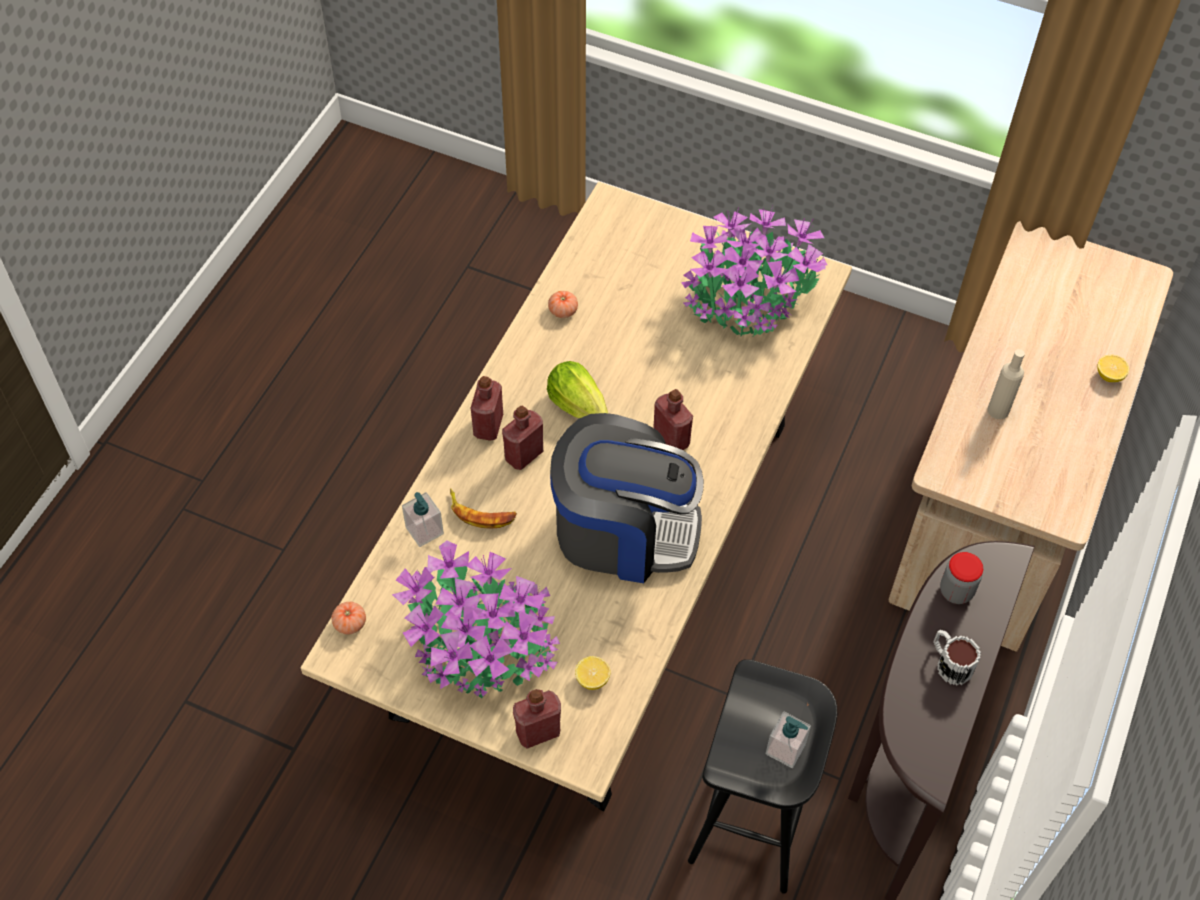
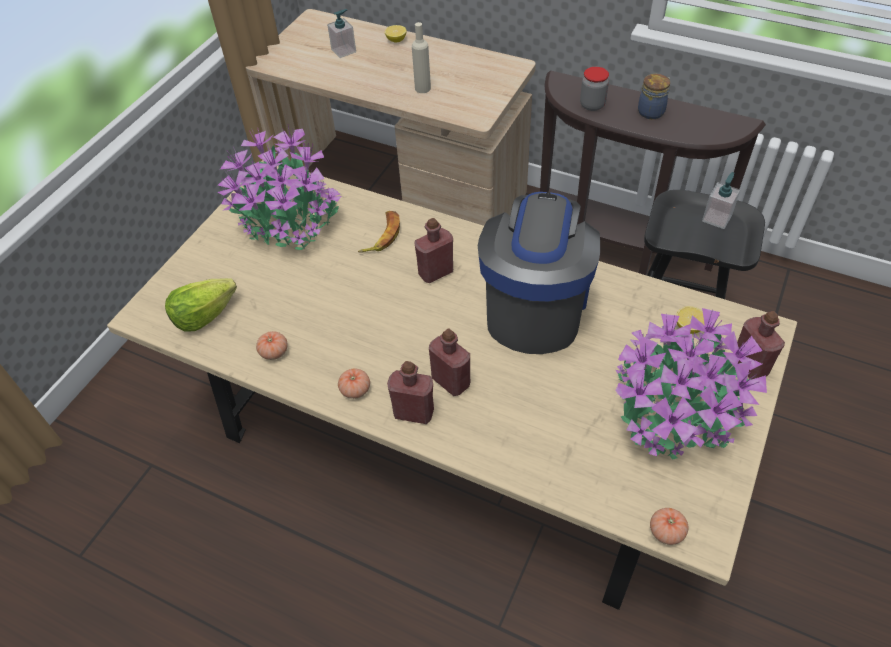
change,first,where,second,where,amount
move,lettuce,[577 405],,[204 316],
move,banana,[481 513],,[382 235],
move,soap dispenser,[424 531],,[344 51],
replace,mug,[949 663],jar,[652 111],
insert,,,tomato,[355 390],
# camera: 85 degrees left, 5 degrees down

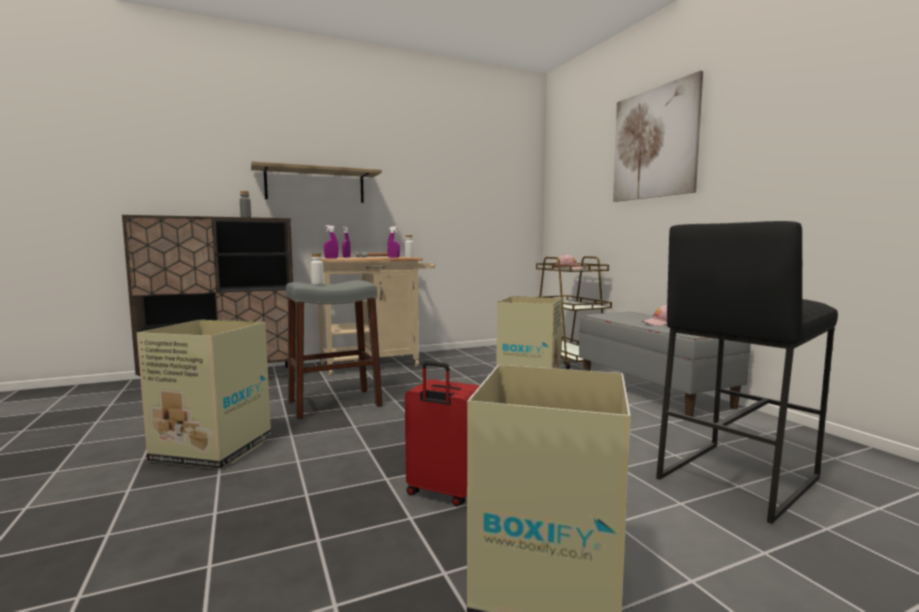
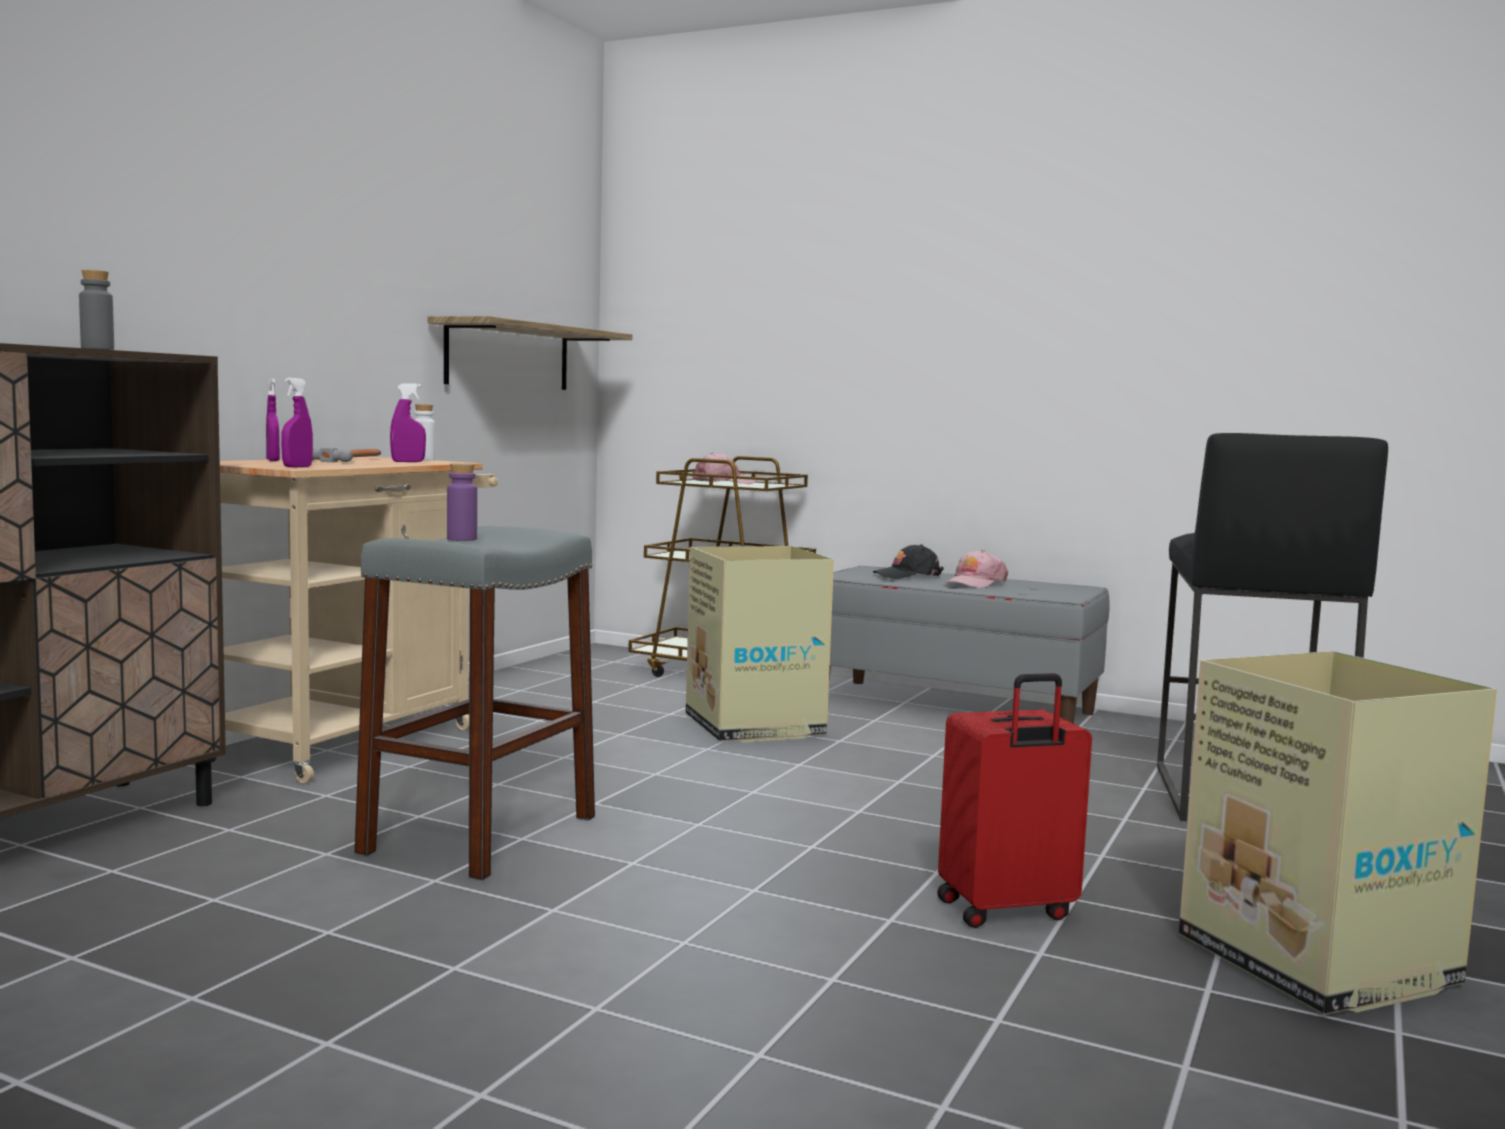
change,first,where,second,where,amount
delete,picture,[654 143],,,
move,shelf,[315 185],,[508 356],
recolor,bottle/white,[317 283],bottle/purple,[462 539],
delete,cardboard box,[214 449],,,
insert,,,cap/black,[908 575],
# camera: 40 degrees left, 0 degrees up

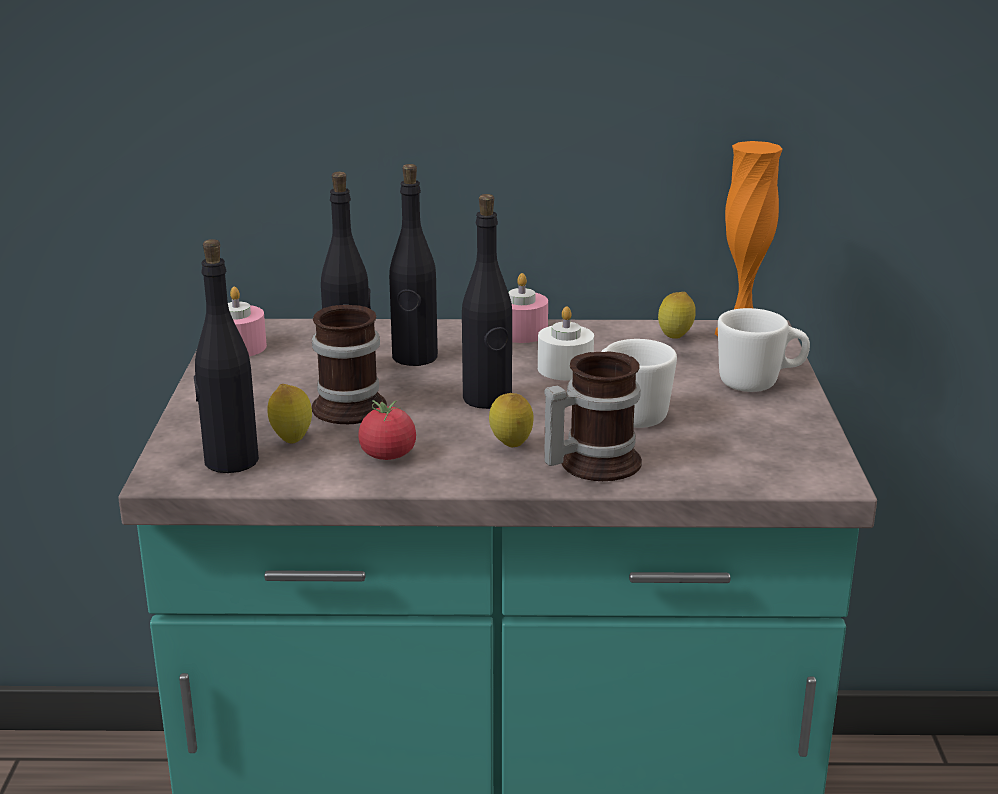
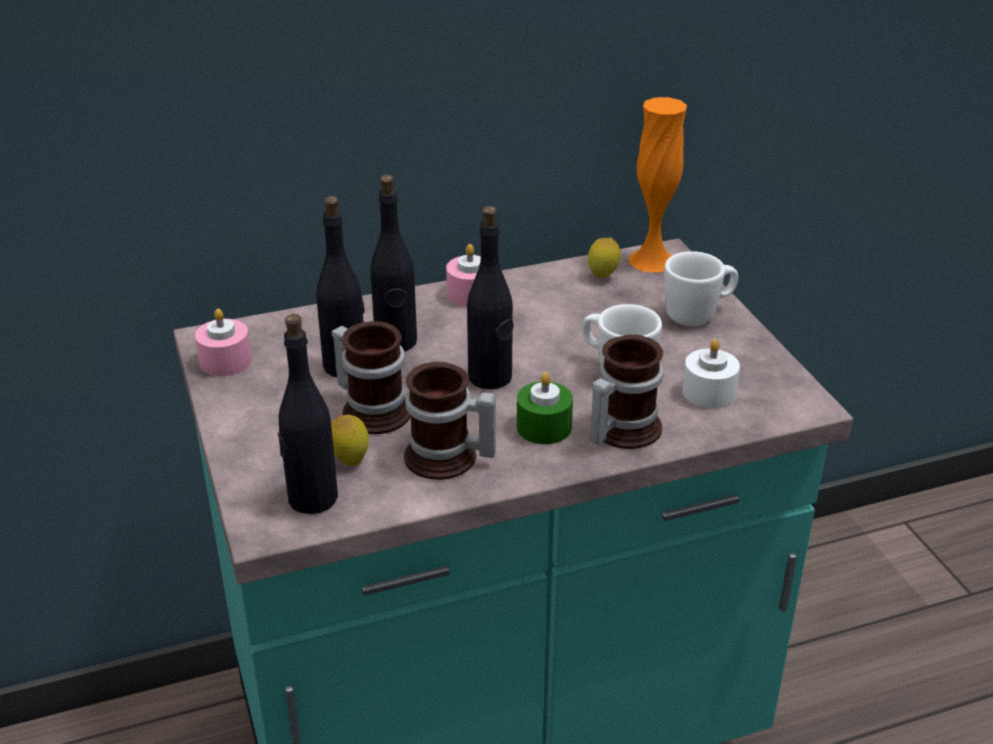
change,first,where,second,where,amount
move,candle/white,[565 369],,[709 392],
replace,lemon,[511 447],candle/green,[544 427],
replace,tomato,[388 455],mug,[447 460],
# camera: 20 degrees left, 10 degrees up

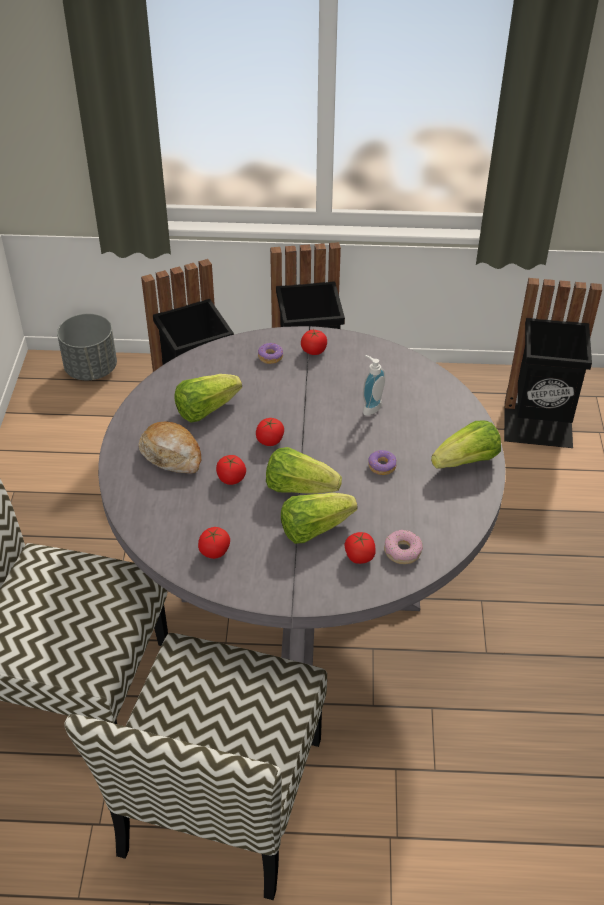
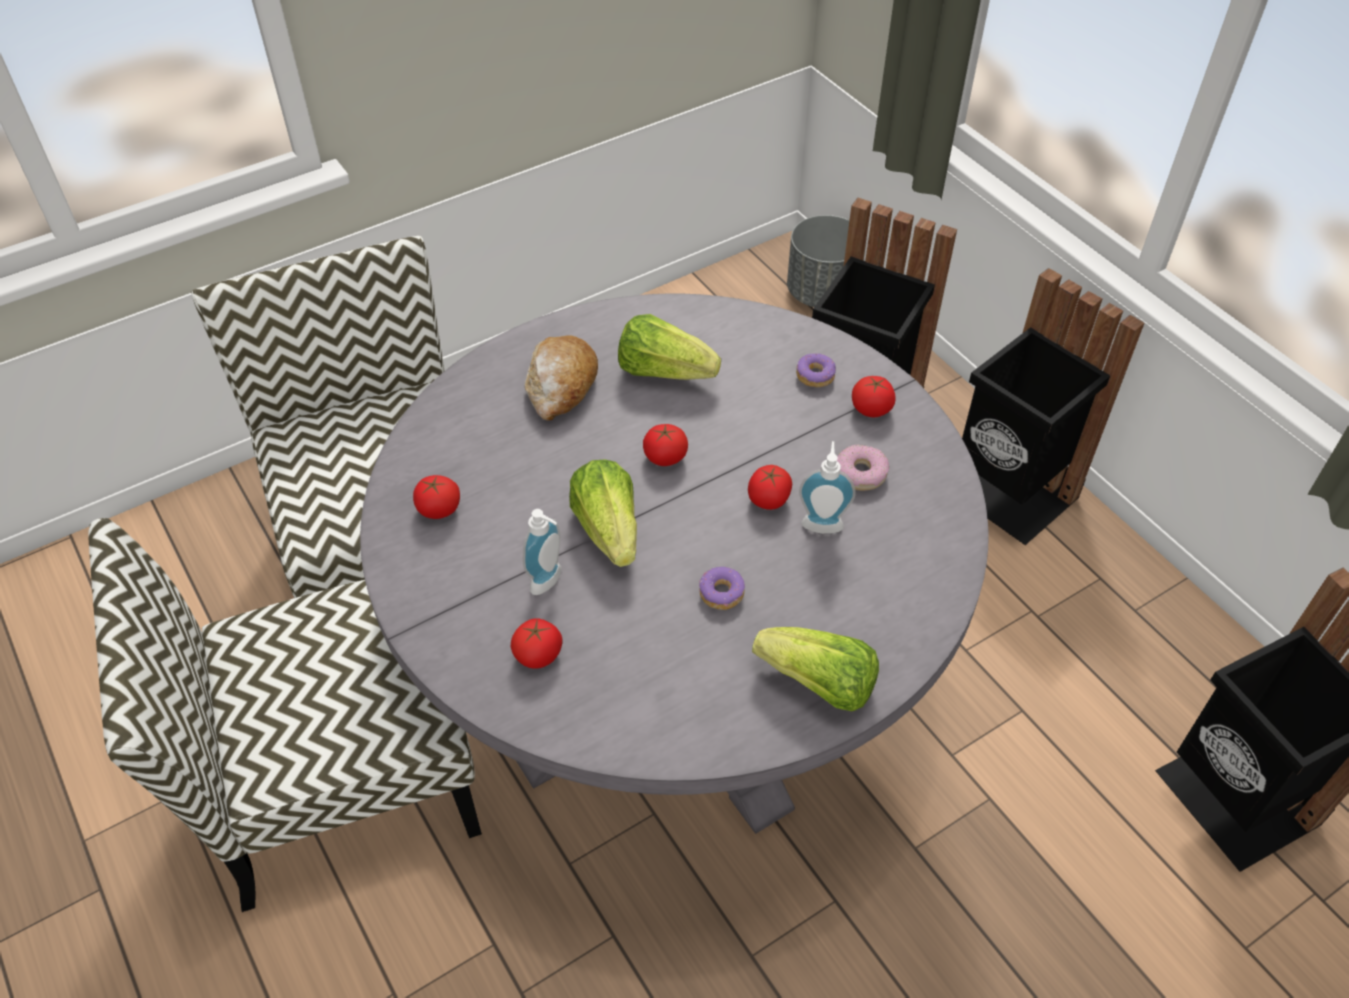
change,first,where,second,where,amount
move,tomato,[231 478],,[768 499],
replace,lettuce,[314 528],soap dispenser,[550 582],
move,donut,[402 551],,[860 473],
# camera: 55 degrees right, 5 degrees up

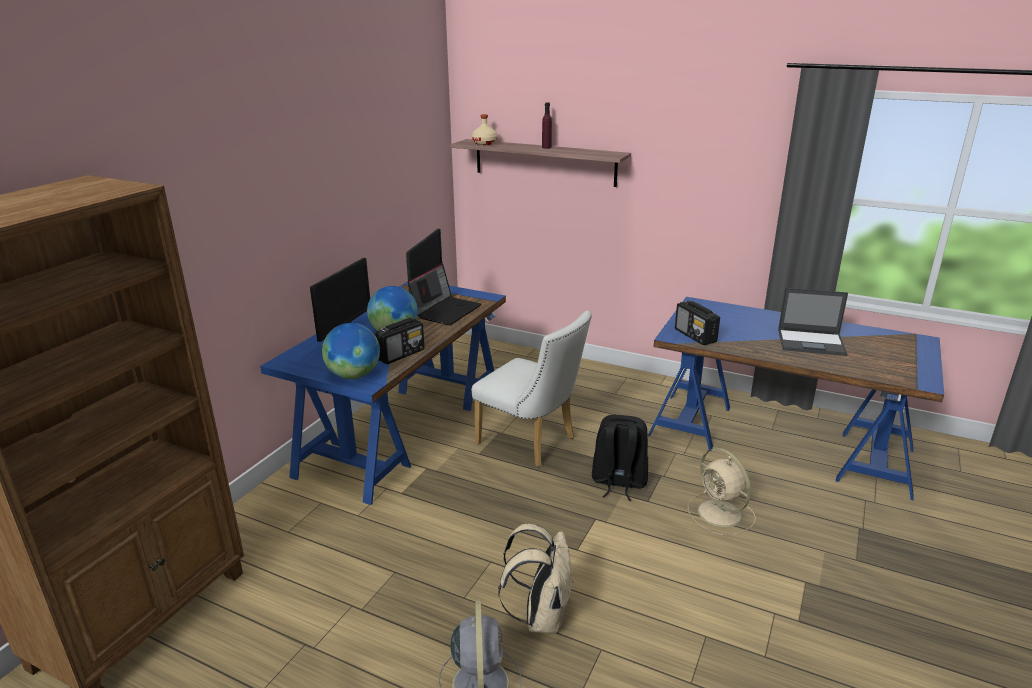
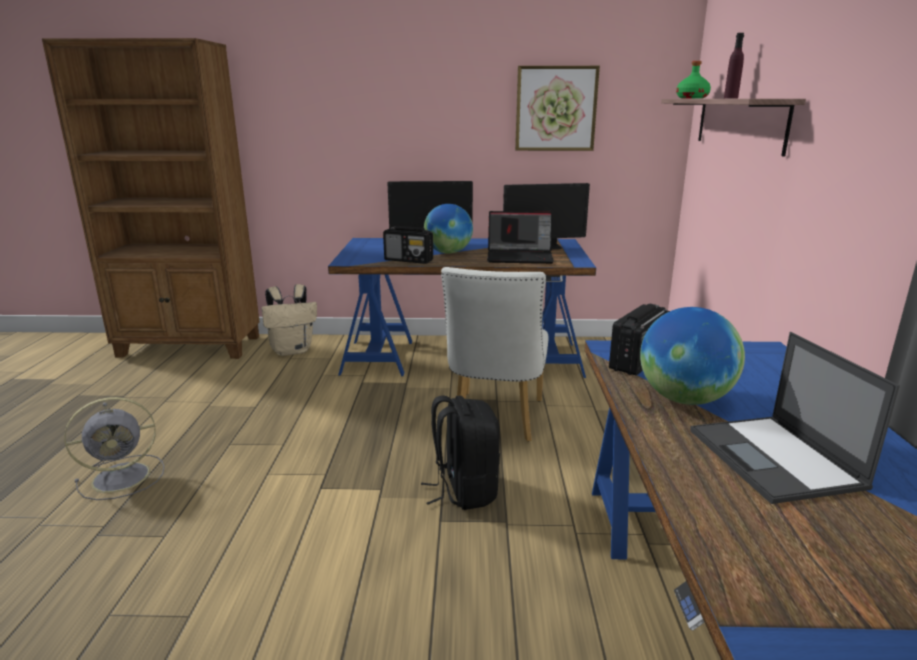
change,first,where,second,where,amount
recolor,bottle/beige,[485 143],bottle/green,[692 98],
move,globe,[353 375],,[683 399],
delete,fan/beige,[721 514],,,
move,backpack/beige,[541 616],,[293 350],
insert,,,picture,[556 109],
# camera: 65 degrees right, 5 degrees down

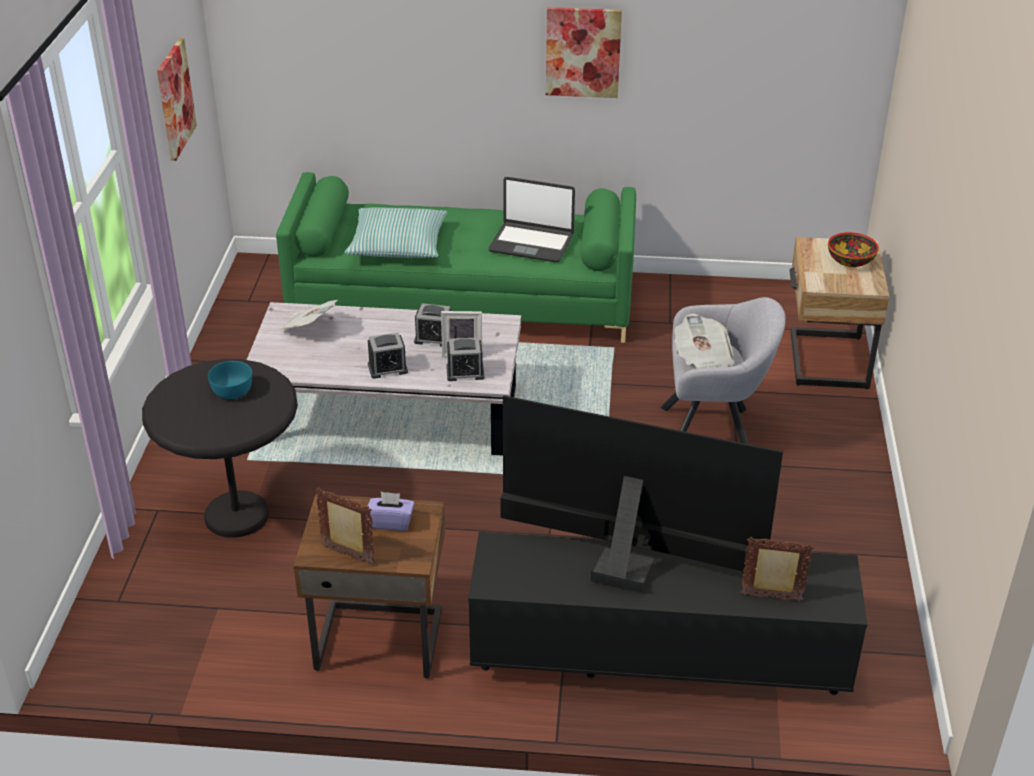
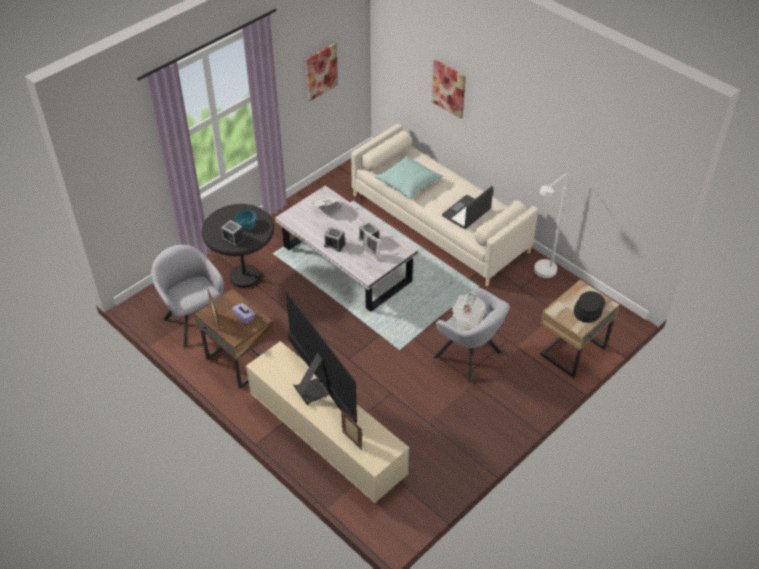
change,first,where,second,where,amount
move,picture,[583 52],,[449 88],
recolor,sofa/green,[463 300],sofa/beige,[440 223],
rotate,laptop,[531 243],,[466 213],75 degrees clockwise
replace,bowl,[850 261],hat/black,[589 307],
move,alarm clock,[465 372],,[233 239],
recolor,tv stand/black,[656 661],tv stand/beige,[327 439],
insert,,,floor lamp/white,[542 273],
insert,,,armchair/grey,[194 320],
# camera: 40 degrees right, 10 degrees up

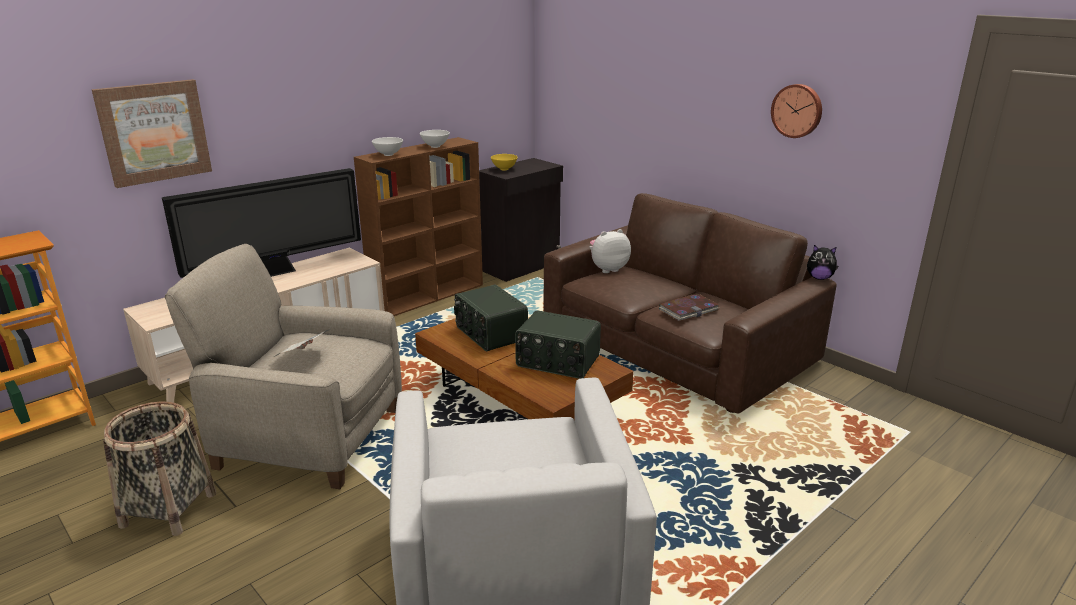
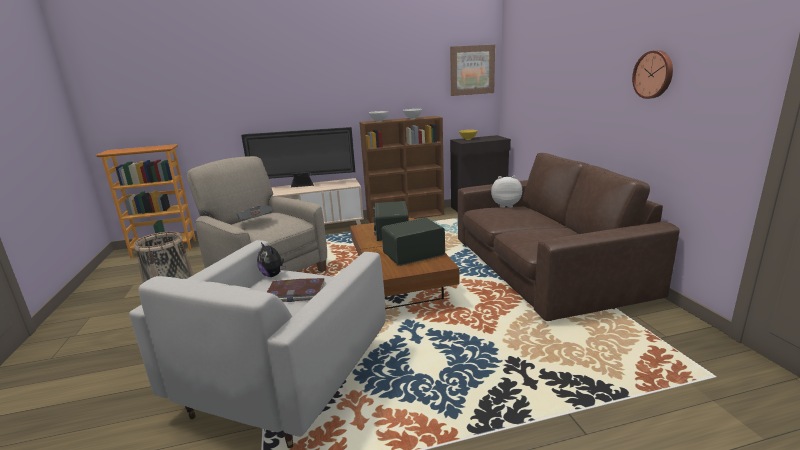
change,first,where,second,where,amount
move,picture,[154 132],,[472 70],
move,plush toy,[819 278],,[273 275],
move,book,[688 310],,[296 293],
rotate,radio,[557 362],,[413 254],105 degrees clockwise
# camera: 30 degrees right, 5 degrees down

